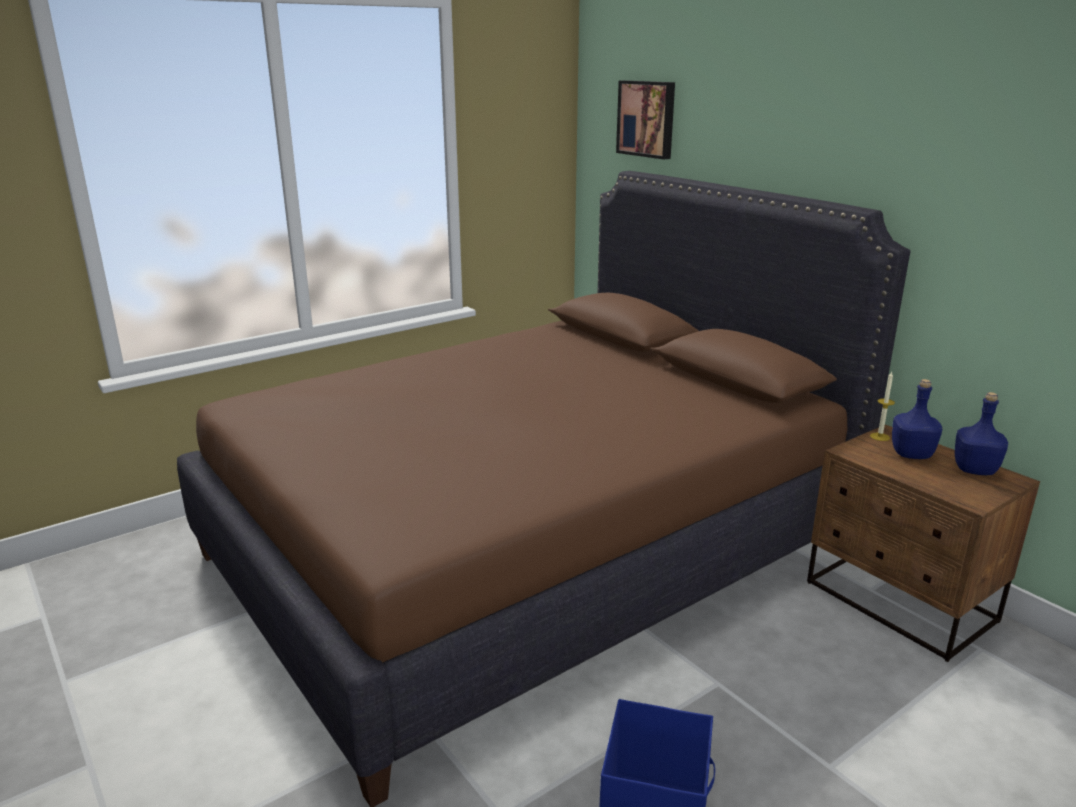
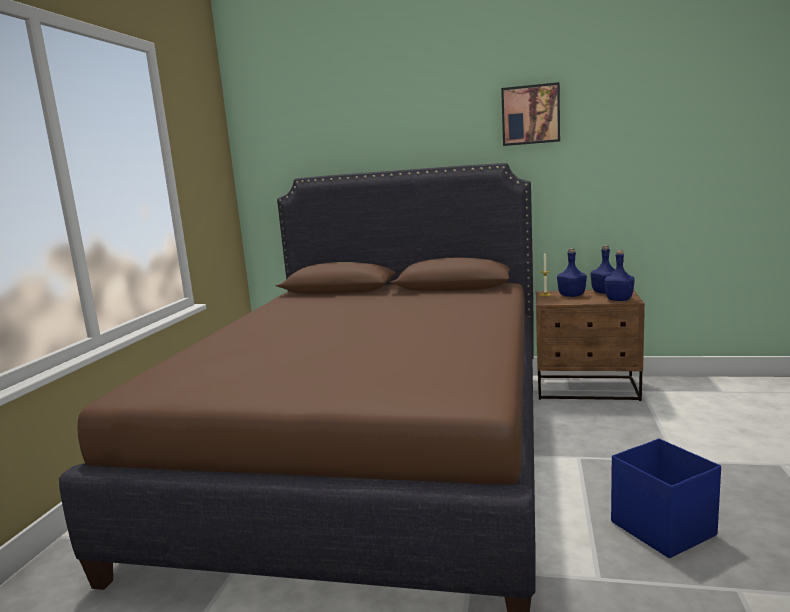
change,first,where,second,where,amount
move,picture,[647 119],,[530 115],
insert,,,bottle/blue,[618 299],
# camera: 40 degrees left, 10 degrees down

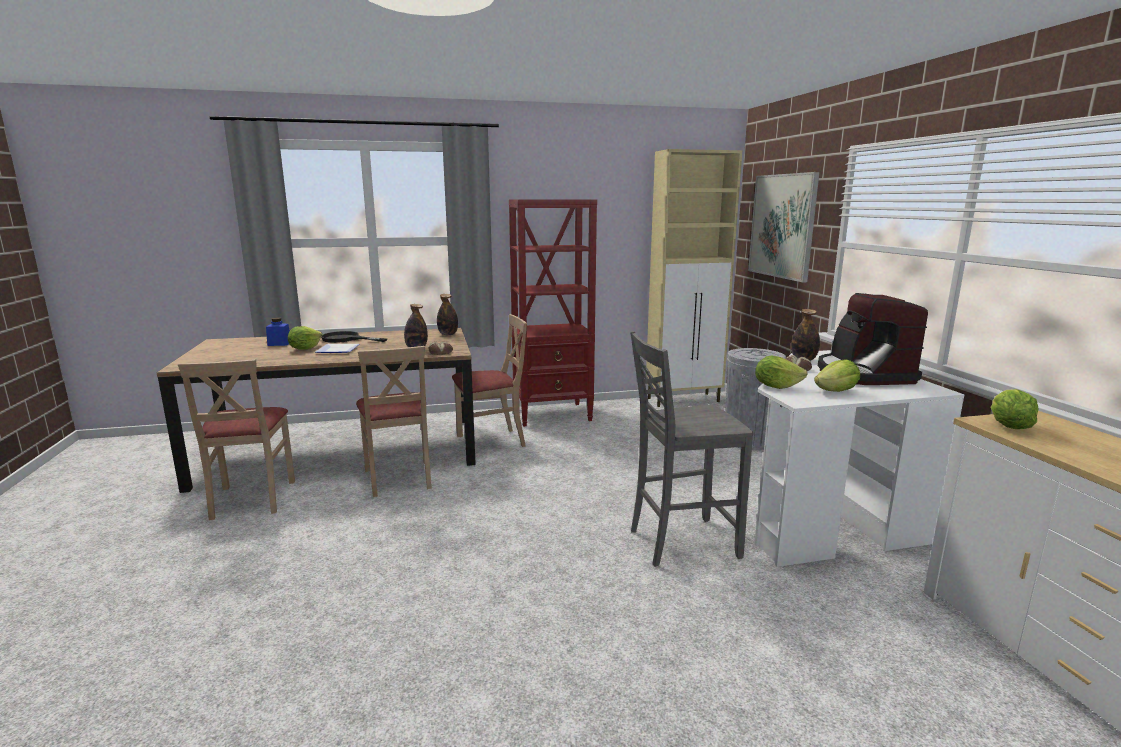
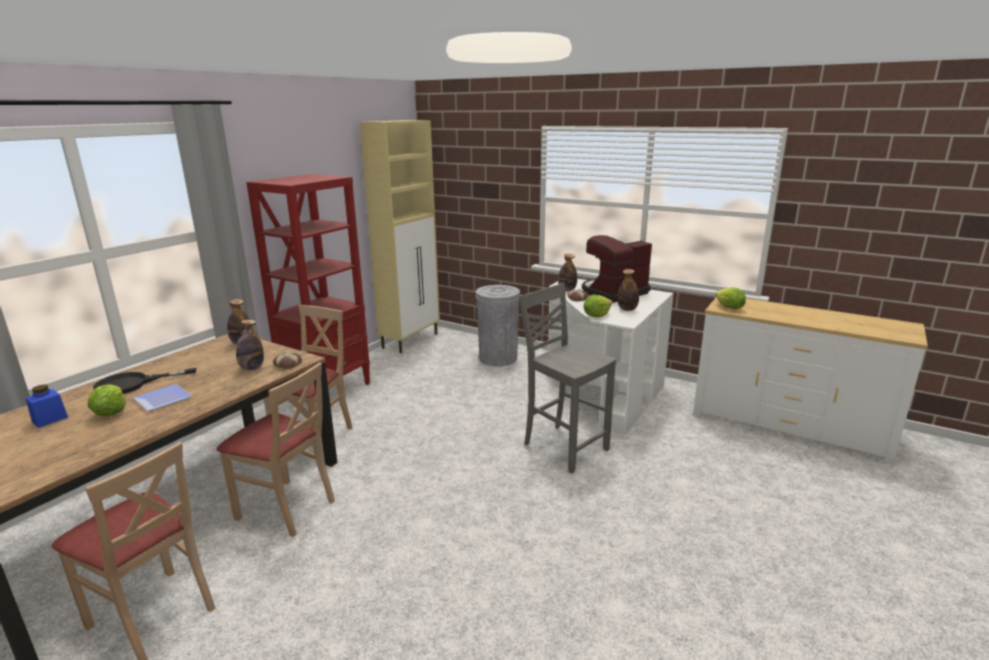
change,first,where,second,where,amount
delete,picture,[782 226],,,
rotate,coffee machine,[863 374],,[613 292],105 degrees clockwise
rotate,chair/grey,[680 542],,[564 446],105 degrees clockwise
replace,lettuce,[836 391],bottle,[627 309],
# camera: 45 degrees left, 5 degrees up

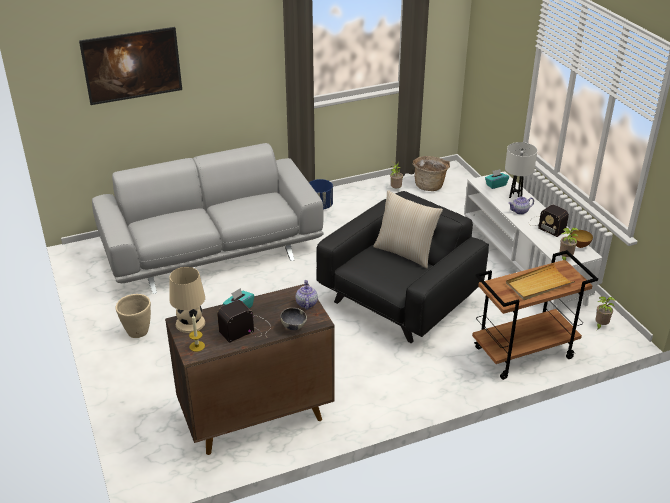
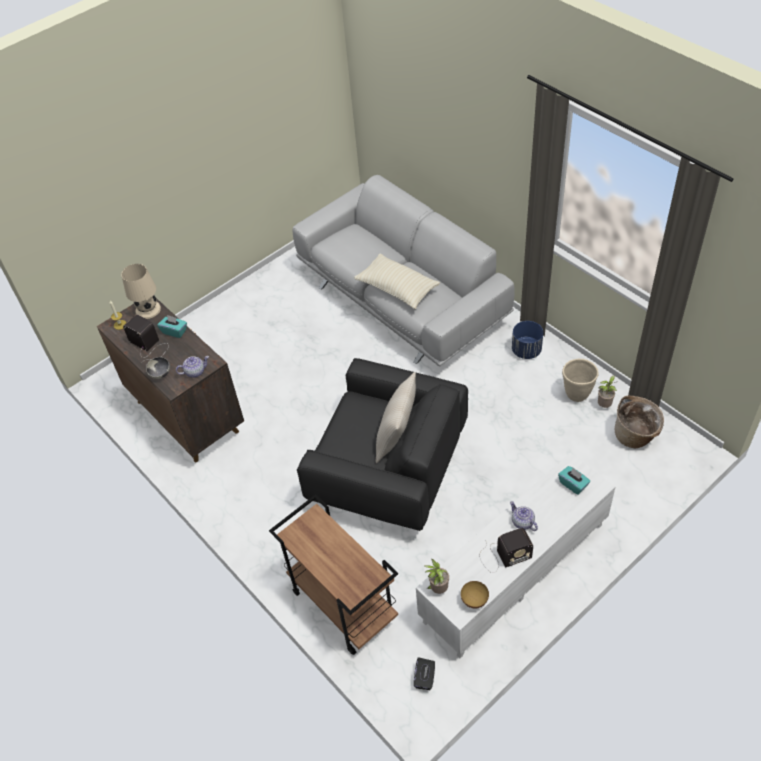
change,first,where,second,where,amount
delete,picture,[134 81],,,
delete,table lamp/white,[515 196],,,
rotate,radio,[545 225],,[503 556],135 degrees counterclockwise
delete,tray/beige,[538 284],,,
move,planter/beige,[137 332],,[576 394],
replace,potted plant,[600 325],tissue box/black,[424 678],
insert,,,pillow/beige,[397 288],
# camera: 75 degrees right, 15 degrees up

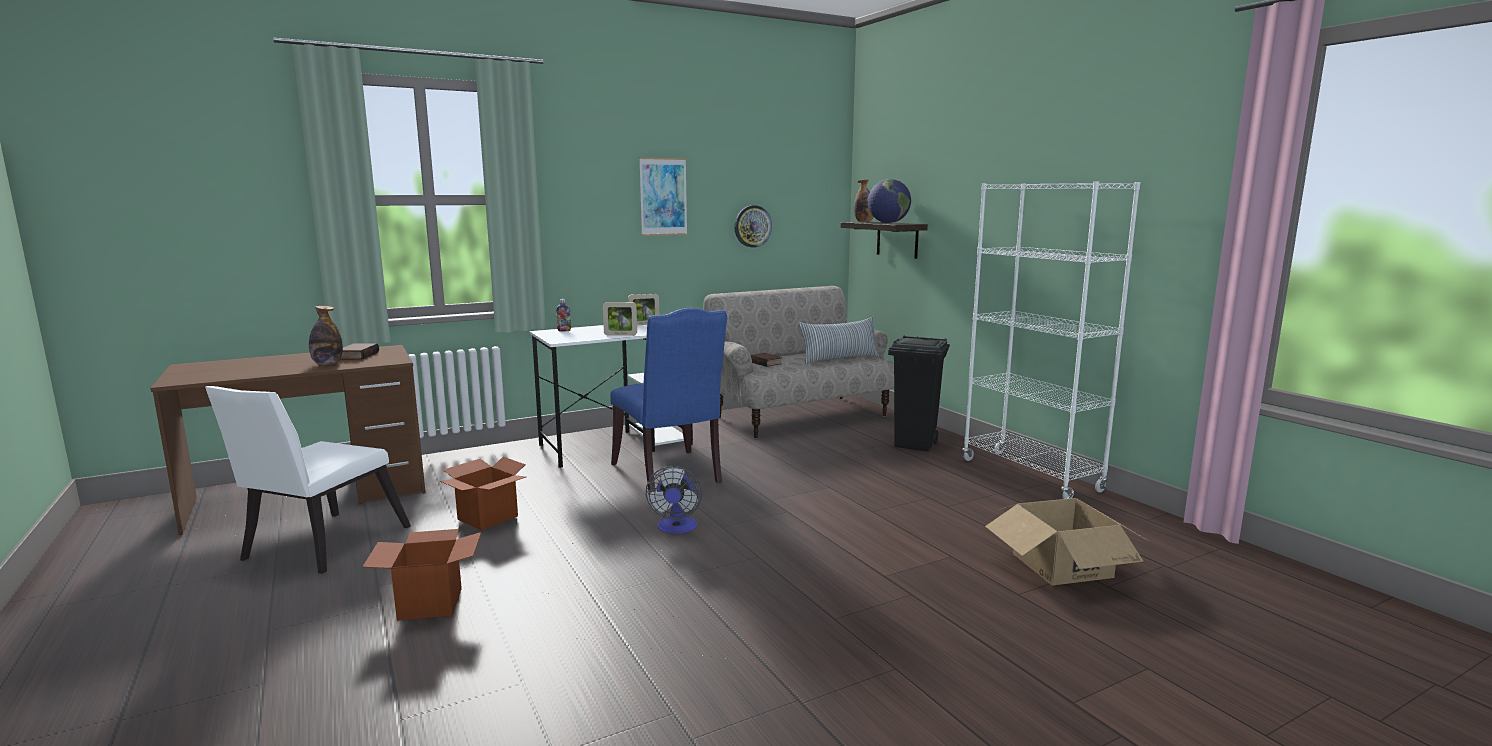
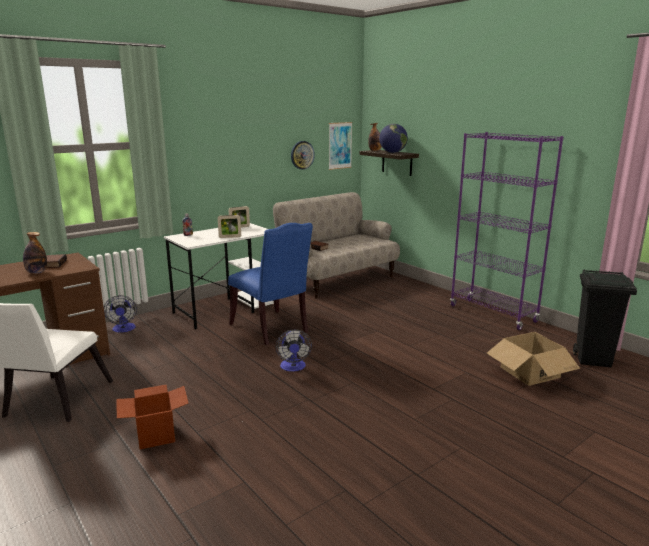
change,first,where,second,where,amount
move,picture,[663 197],,[340 145],
recolor,bookcase/white,[1030 475],bookcase/purple,[493 314],
delete,pillow,[839 359],,,
move,trash can/black,[915 445],,[593 360],
delete,cardboard box,[488 517],,,
insert,,,fan,[123 329],
# camera: 10 degrees left, 5 degrees up

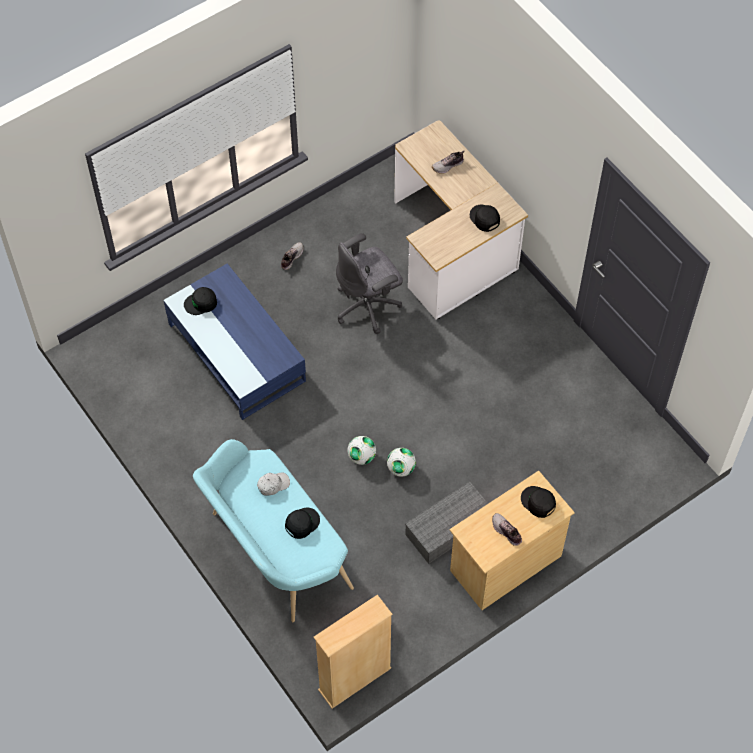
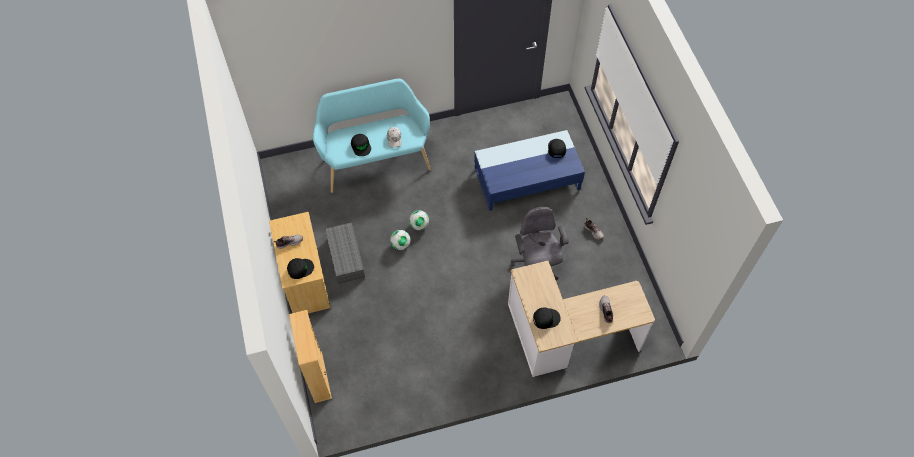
change,first,where,second,where,amount
move,bookcase/beige,[355 679],,[318 377],
# camera: 110 degrees right, 0 degrees up

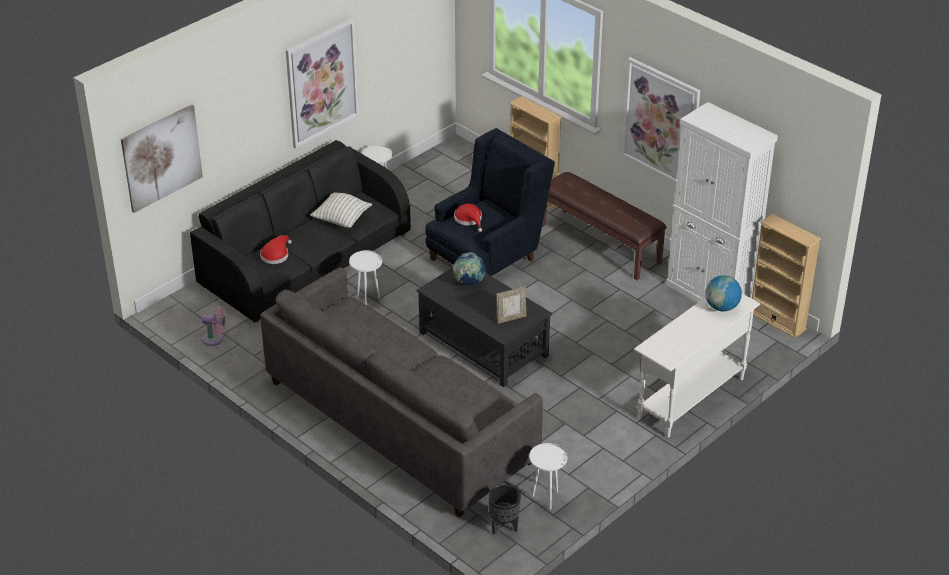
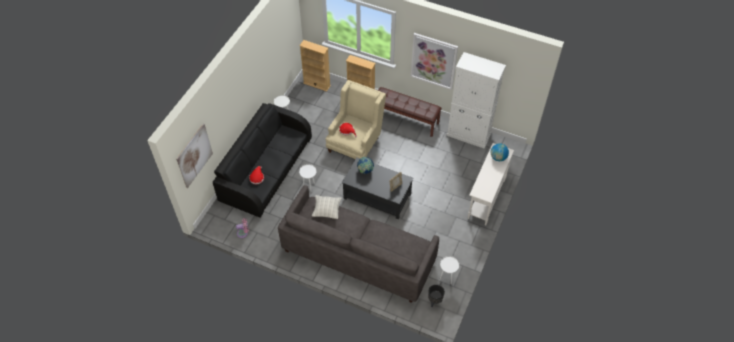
change,first,where,second,where,amount
delete,picture,[321 83],,,
recolor,armchair/blue,[488 255],armchair/beige,[355 141],
move,pillow,[341 220],,[327 211],
move,bookcase/beige,[777 321],,[317 84],
# camera: 20 degrees left, 15 degrees up

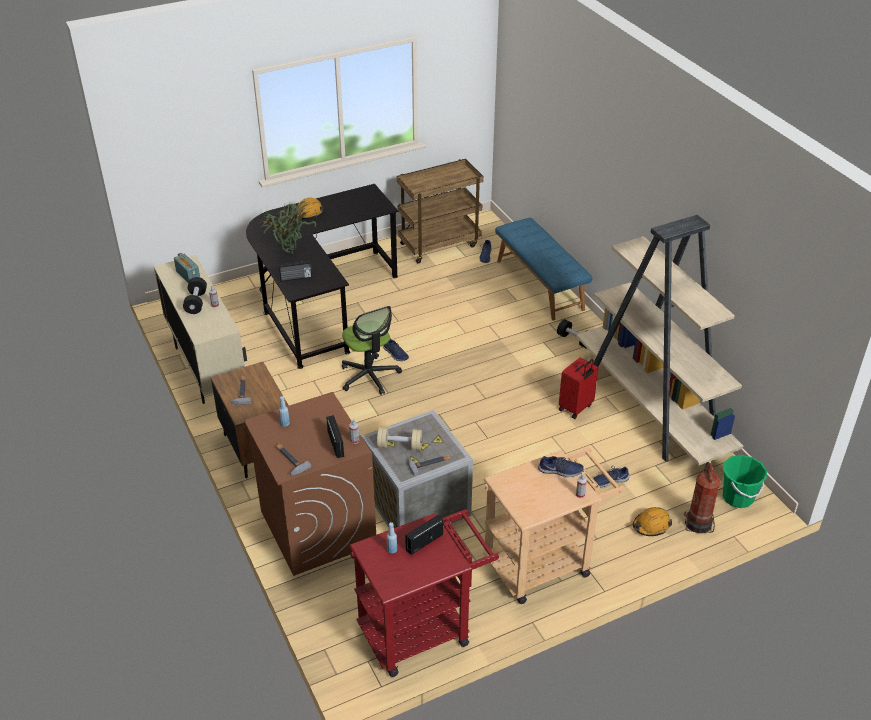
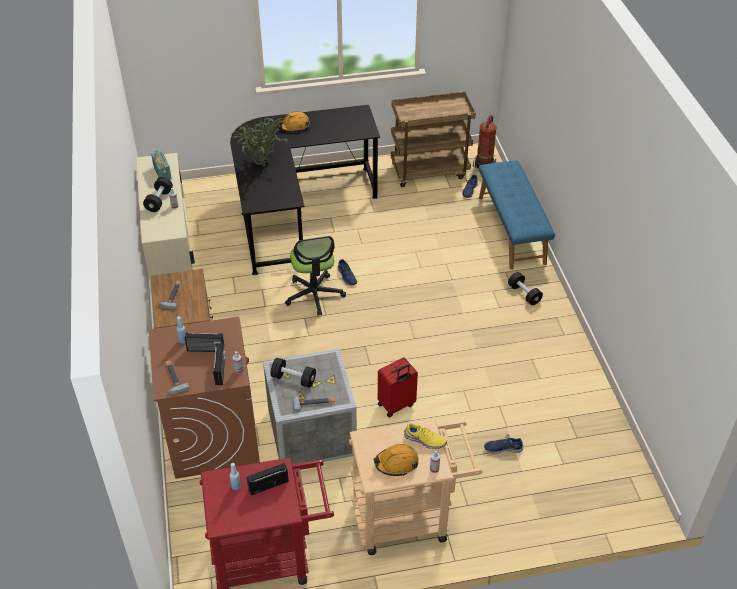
change,first,where,second,where,amount
delete,bookcase/beige,[651 409],,,
move,radio,[296 278],,[205 349],
move,suitcase/red,[576 408],,[396 405],
recolor,dumbbell/beige,[399 446],dumbbell/black,[293 379],
delete,bucket/green,[738 497],,,
recolor,shoe/blue,[560 471],shoe/yellow,[425 440],
move,fire extinguisher,[698 522],,[485 164],
move,hard hat/orange,[651 525],,[396 463],
# camera: 15 degrees right, 5 degrees up

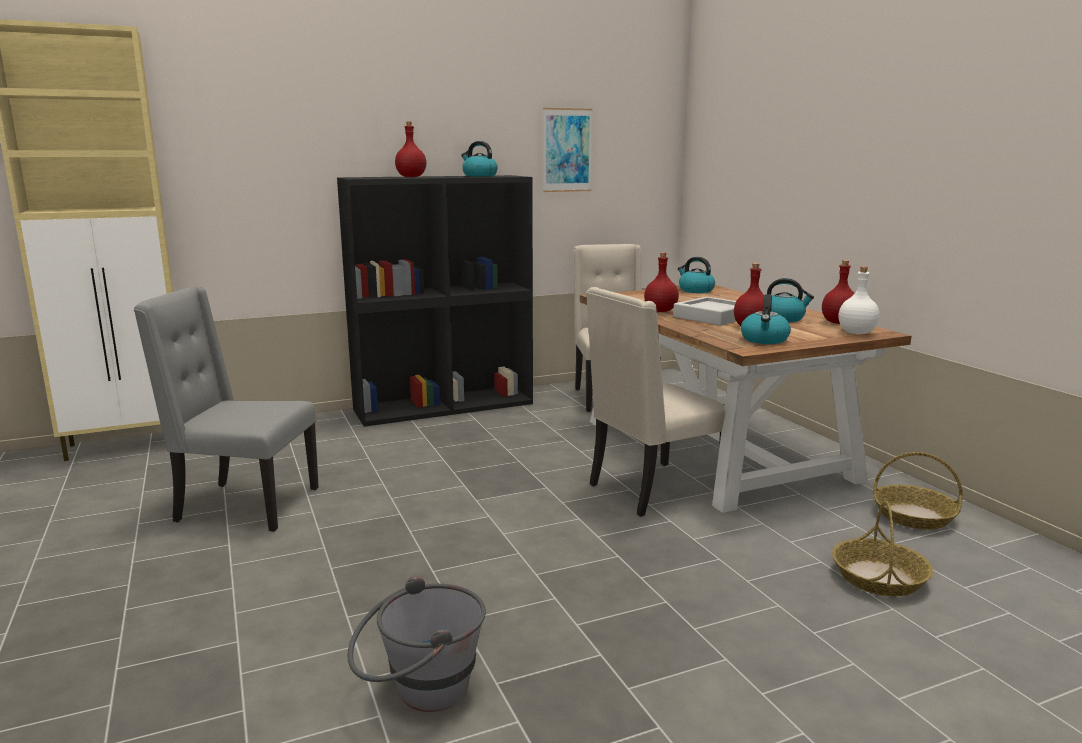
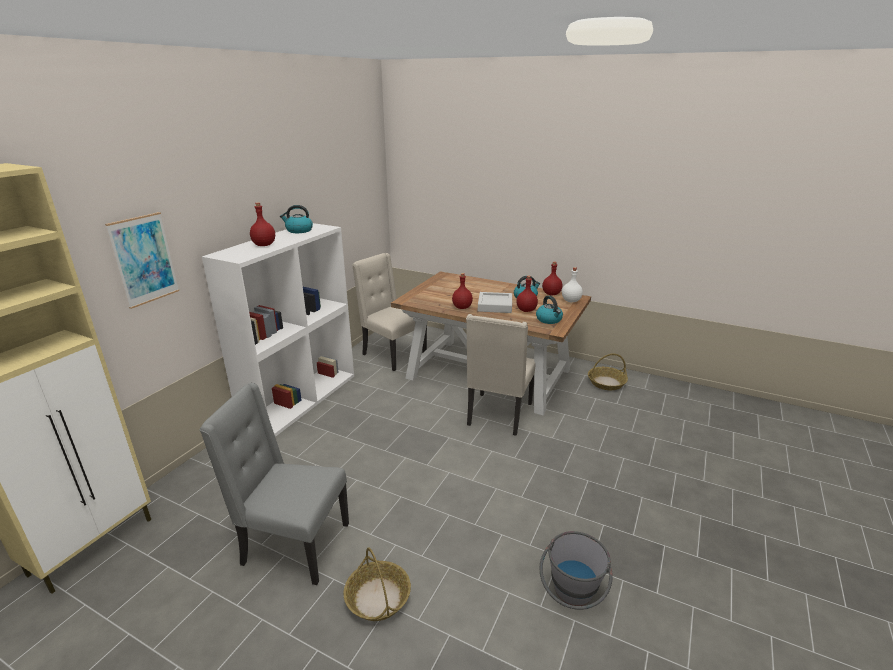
change,first,where,second,where,amount
move,picture,[567 150],,[144 259],
recolor,bookcase/black,[444 406],bookcase/white,[300 399],
delete,kettle,[695 290],,,
rotate,chair/grey,[244 506],,[293 545],45 degrees clockwise
move,basket,[879 578],,[378 598],
# camera: 40 degrees left, 10 degrees up

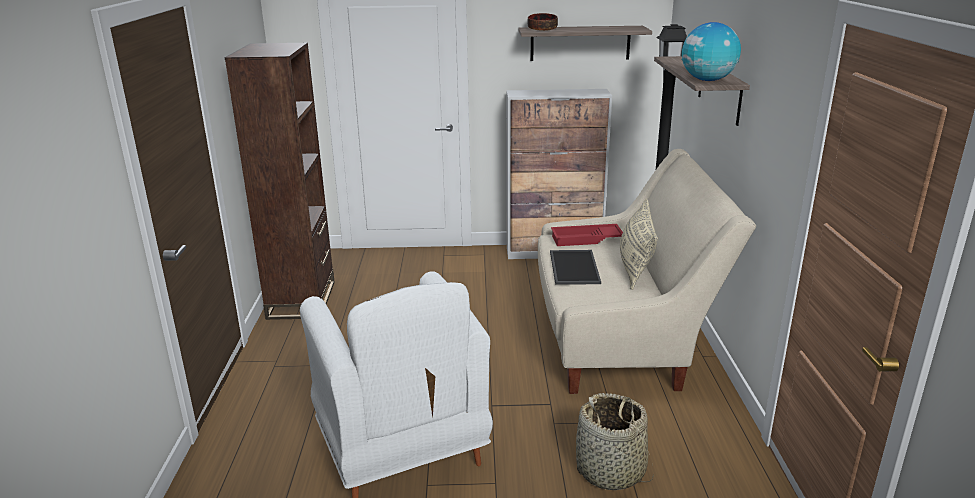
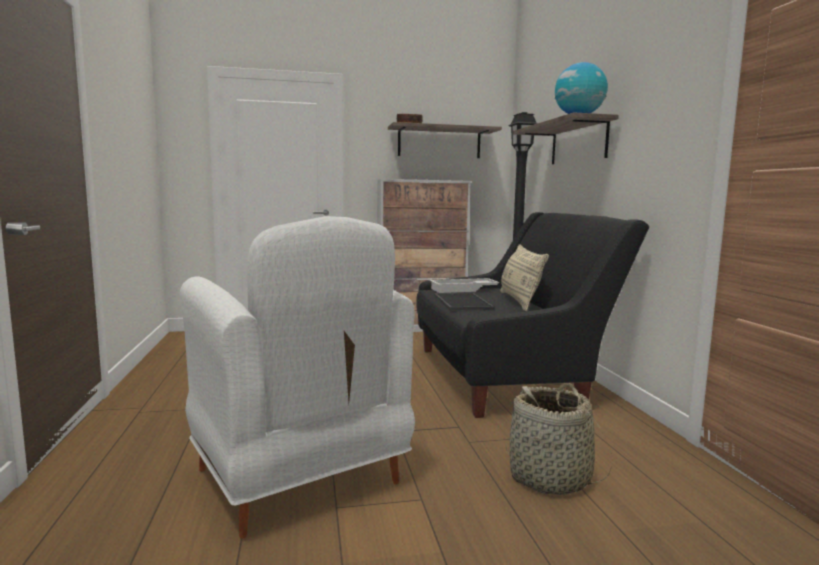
change,first,where,second,where,amount
delete,bookcase/brown,[302 300],,,
recolor,sofa/beige,[620 335],sofa/black,[506 375],
recolor,tray/red,[586 239],tray/white,[463 290],
# camera: 10 degrees left, 15 degrees down

